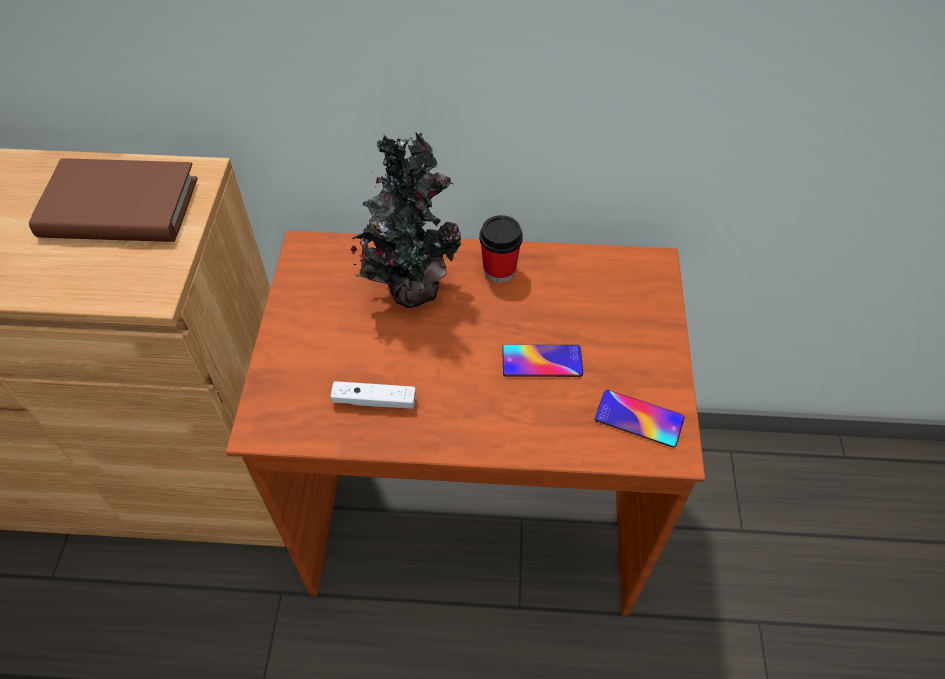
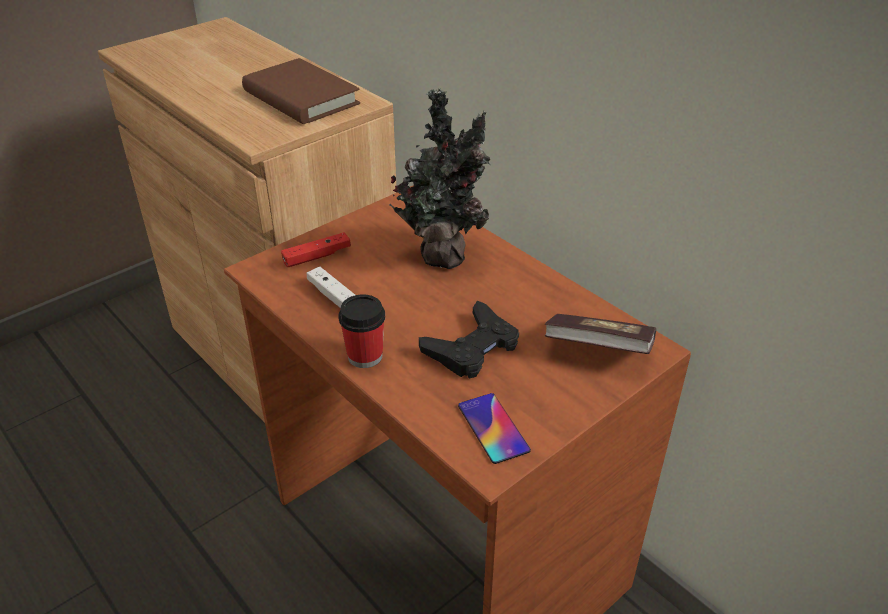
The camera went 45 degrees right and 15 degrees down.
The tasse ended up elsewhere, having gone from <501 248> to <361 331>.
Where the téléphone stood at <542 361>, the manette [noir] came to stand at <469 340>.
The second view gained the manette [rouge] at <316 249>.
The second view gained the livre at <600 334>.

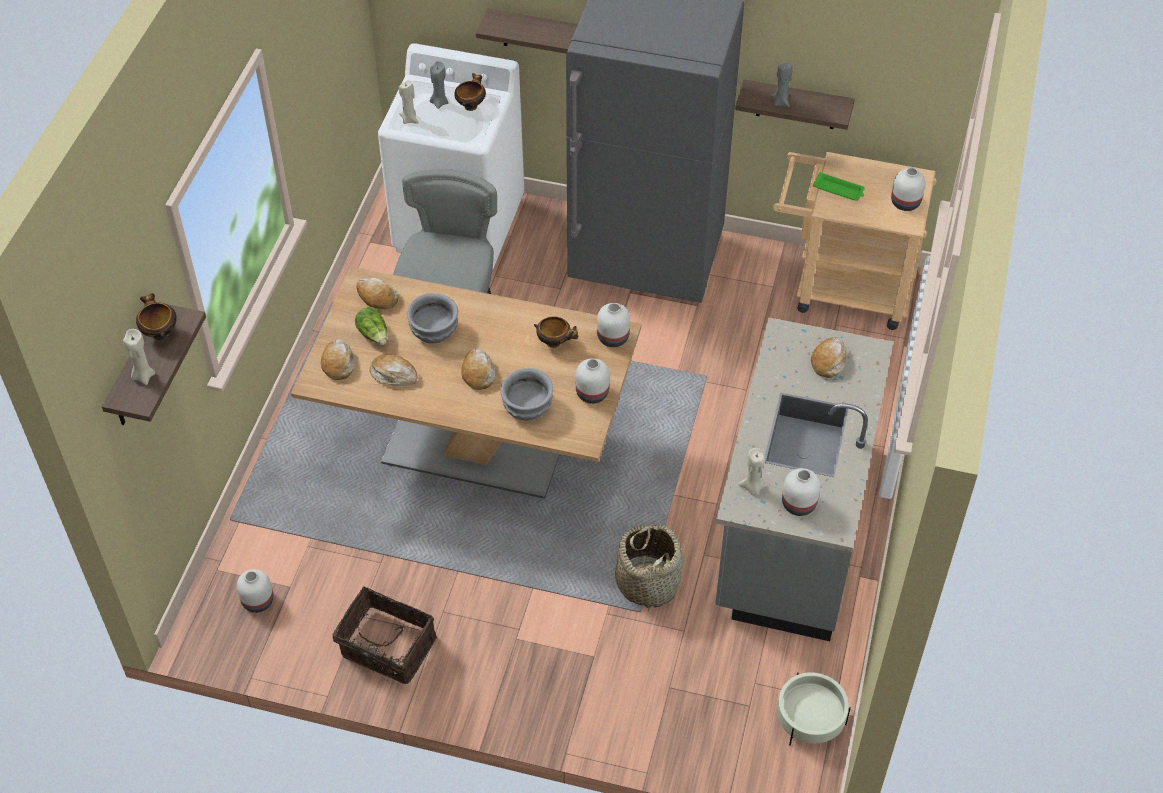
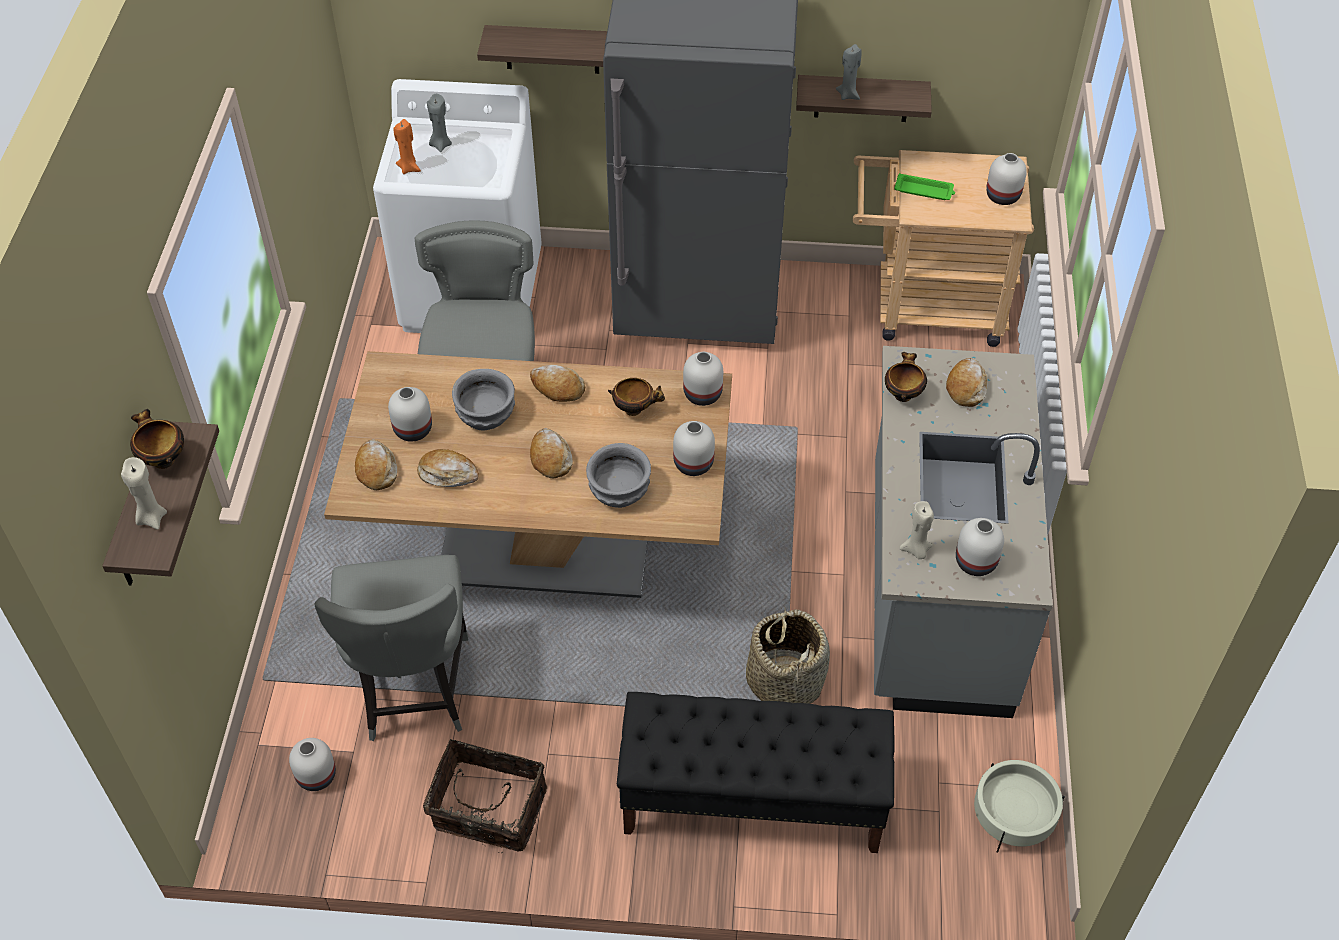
The camera went 10 degrees left and 0 degrees up.
The bol ended up elsewhere, having gone from <470 92> to <906 377>.
What was the bougie [beige] at <409 102> turned into the bougie [orange] at <407 146>.
The pain ended up elsewhere, having gone from <377 293> to <557 383>.
Where the laitue stood at <371 326>, the vase [blanc] came to stand at <410 414>.
The second view gained the chaise [gris] at <391 648>.
The second view gained the banc [noir] at <755 772>.

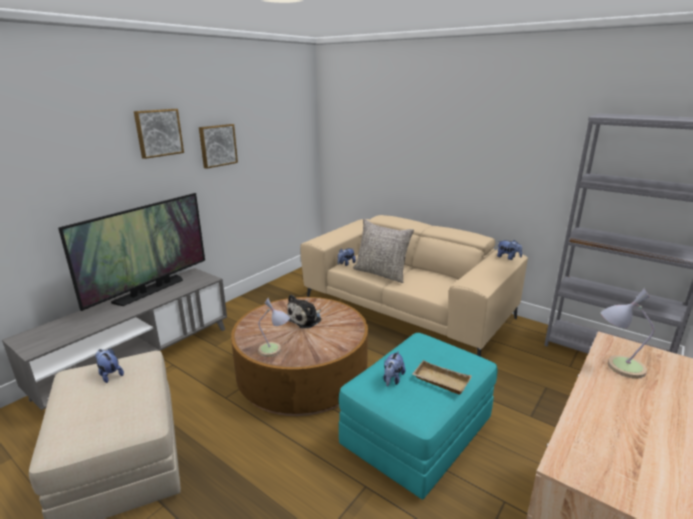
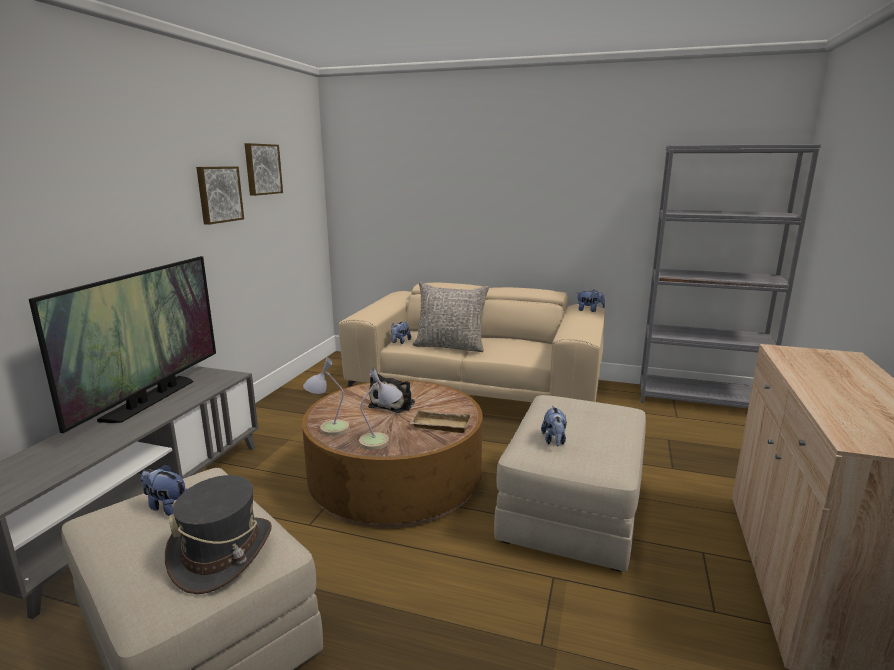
The camera went 20 degrees left and 5 degrees down.
The tableau ended up elsewhere, having gone from <159 134> to <264 169>.
The lampe de table ended up elsewhere, having gone from <627 333> to <326 396>.
What was the pouf [turquoise] at <418 416> turned into the pouf [beige] at <570 483>.
The plateau [beige] ended up elsewhere, having gone from <442 377> to <441 421>.
The second view gained the chapeau [gris] at <218 534>.

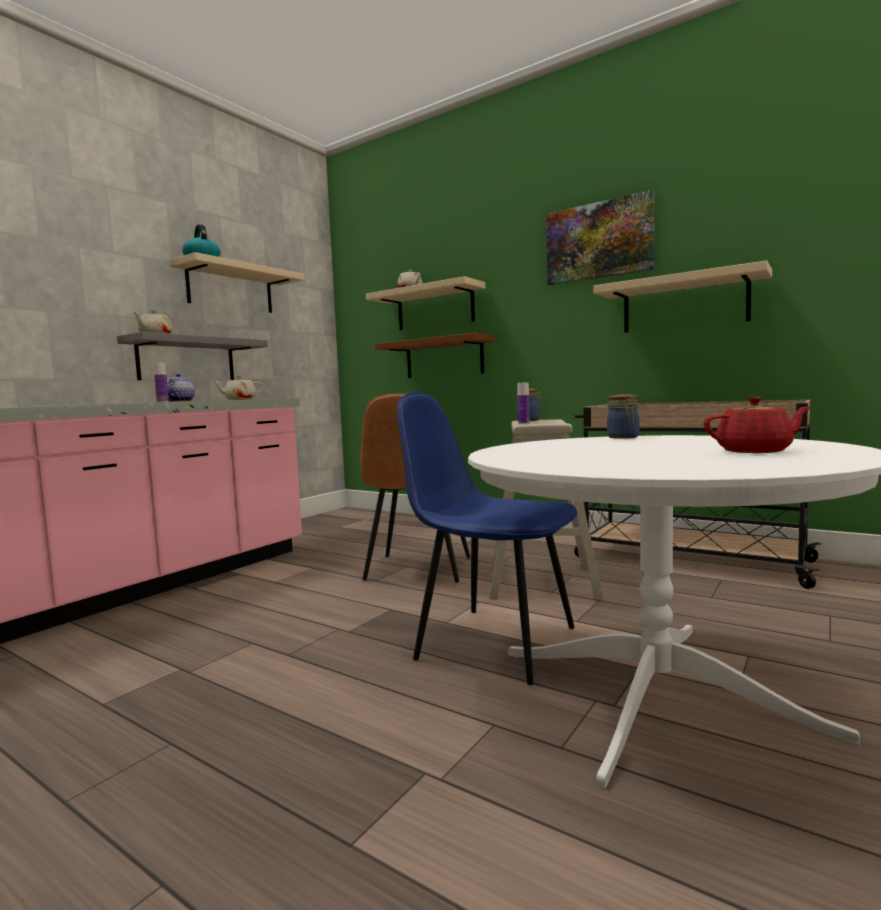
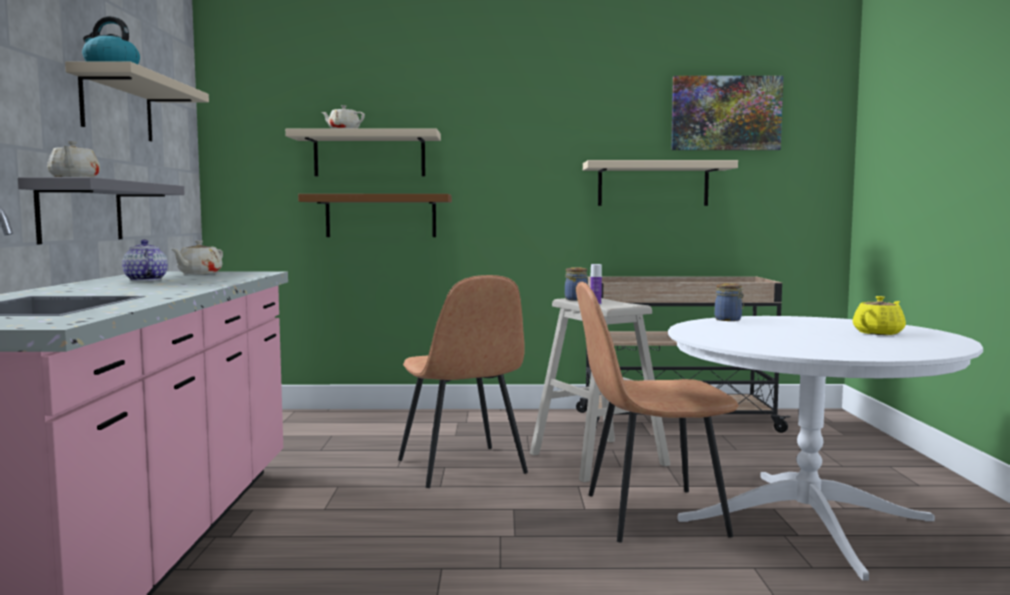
The camera went 35 degrees left and 0 degrees up.
The tableau ended up elsewhere, having gone from <600 237> to <727 113>.
The second view lost the bouteille at <161 382>.
What was the chaise [bleu] at <487 538> turned into the chaise [marron] at <657 412>.
What was the théière [rouge] at <757 425> turned into the théière [jaune] at <879 315>.

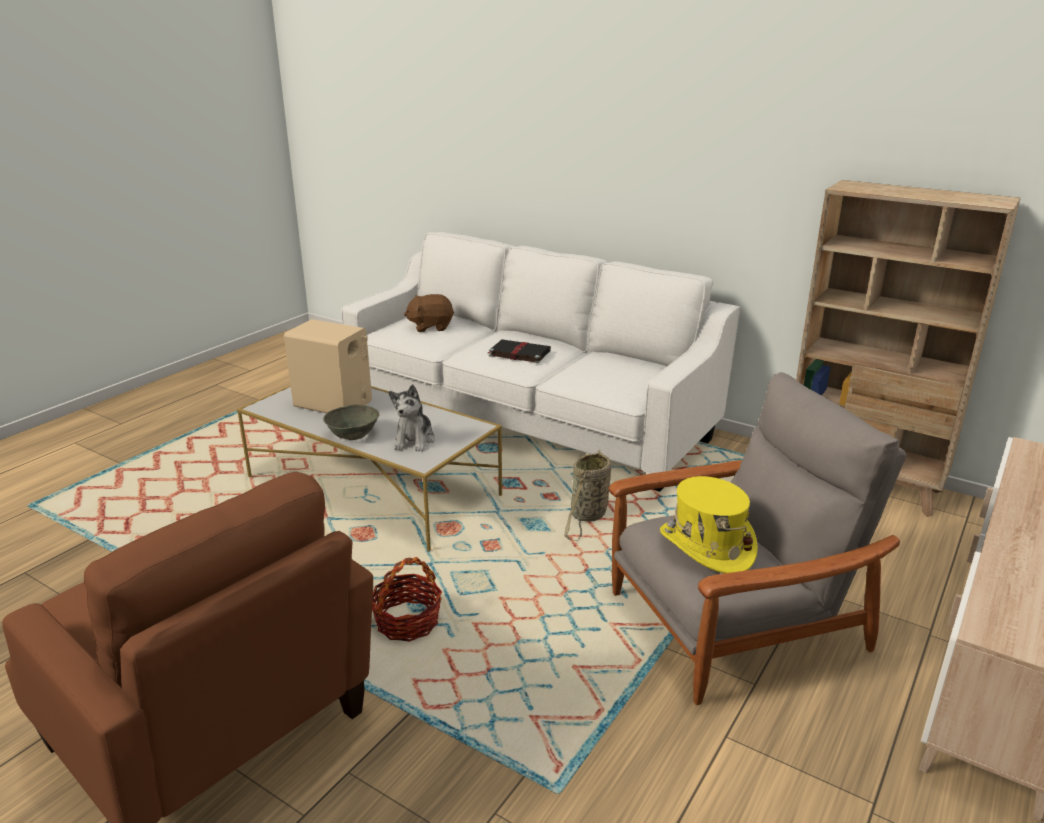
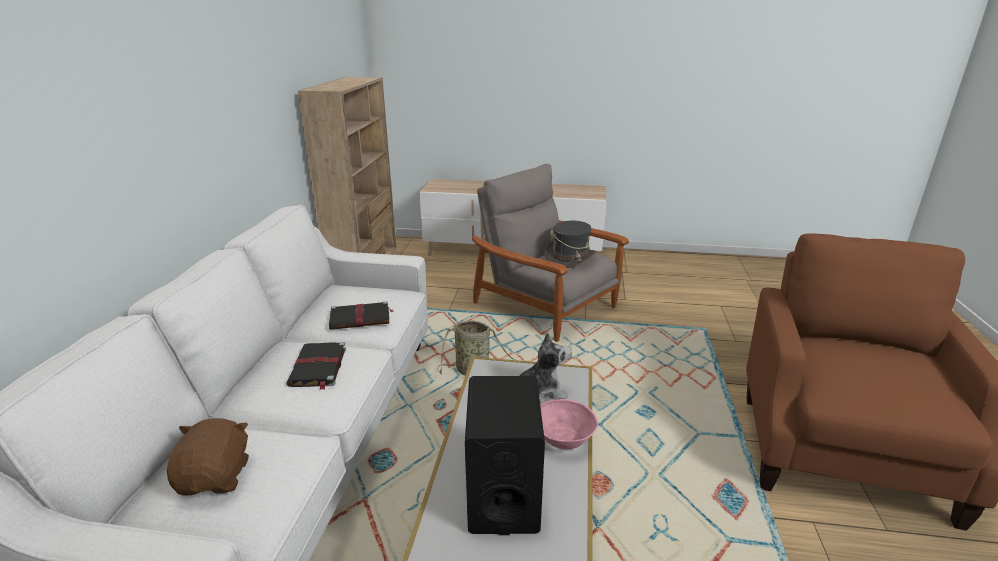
The camera went 115 degrees left and 0 degrees up.
The peluche [marron] at <429 313> ended up facing another way, 150 degrees counterclockwise from before.
What was the enceinte [beige] at <328 366> turned into the enceinte [noir] at <505 455>.
What was the bol [gris] at <351 422> turned into the bol [rose] at <569 424>.
What was the chapeau [jaune] at <709 525> turned into the chapeau [gris] at <571 244>.
The second view lost the panier at <407 599>.
The second view gained the livre [noir] at <361 315>.

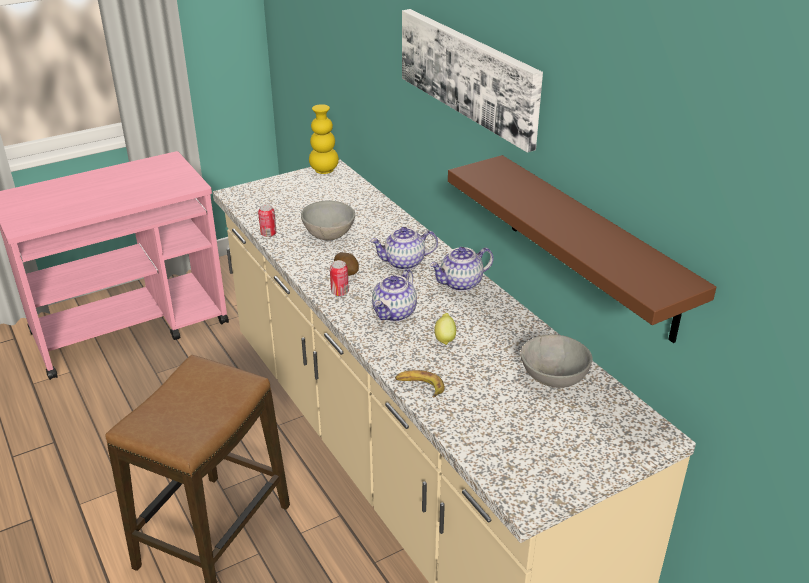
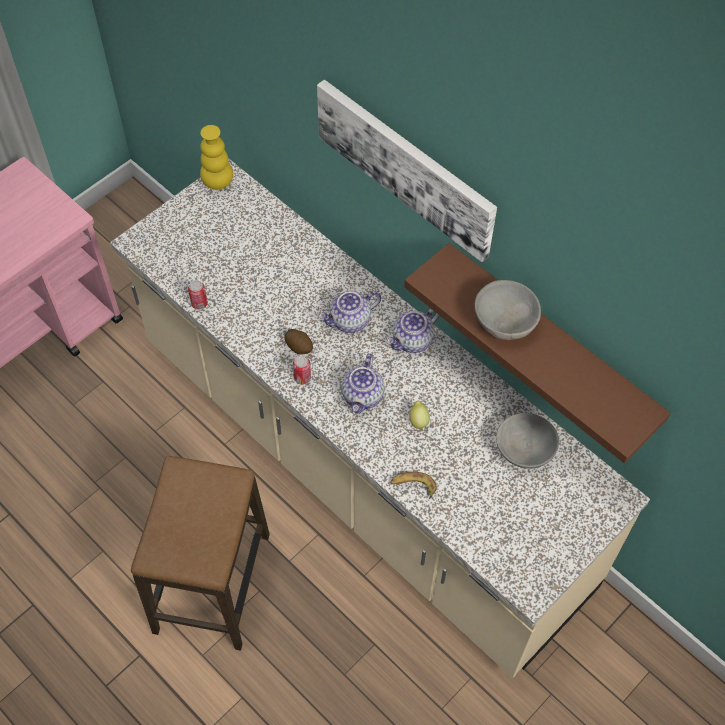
The camera went 15 degrees left and 25 degrees up.
The bol [gris] ended up elsewhere, having gone from <328 220> to <508 310>.

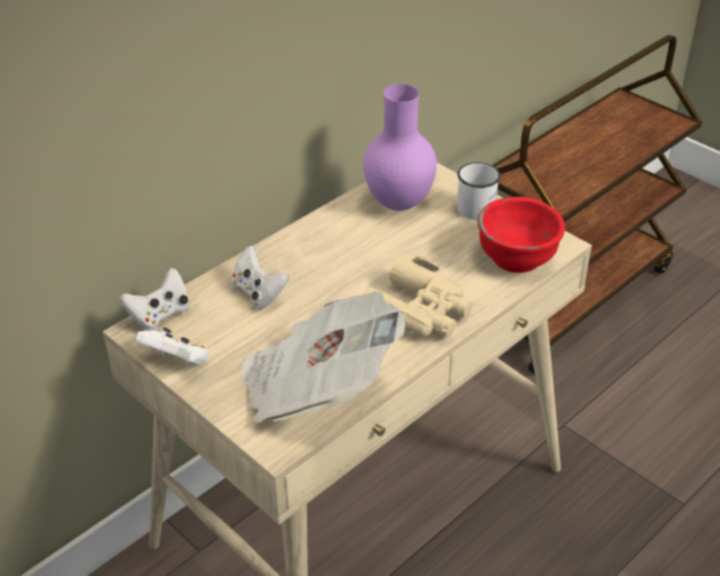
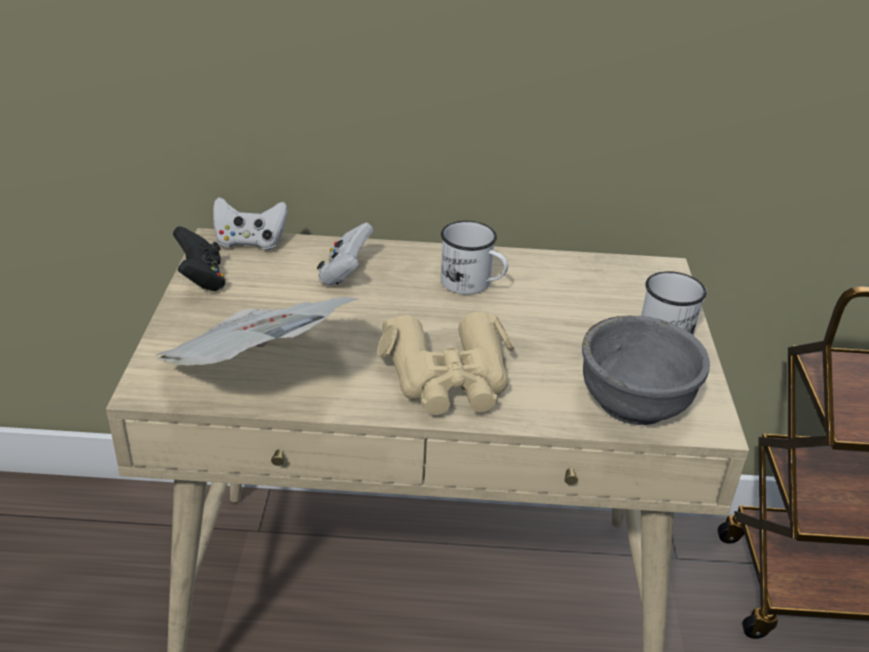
The camera went 45 degrees right and 5 degrees down.
The second view lost the vase [violet] at <400 147>.
What was the bol [rouge] at <521 235> turned into the bol [gris] at <646 370>.
What was the manette [blanc] at <171 347> turned into the manette [noir] at <199 258>.
The second view gained the mug [blanc] at <474 257>.

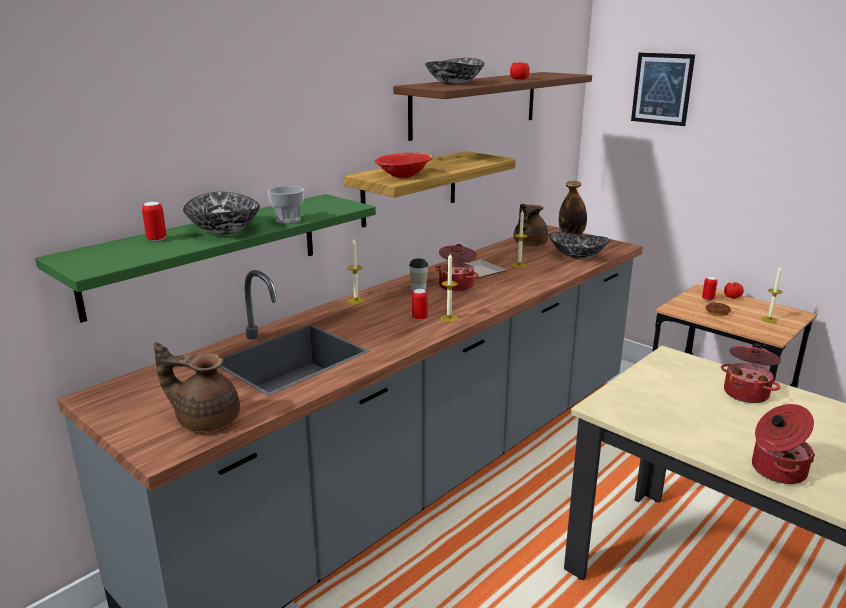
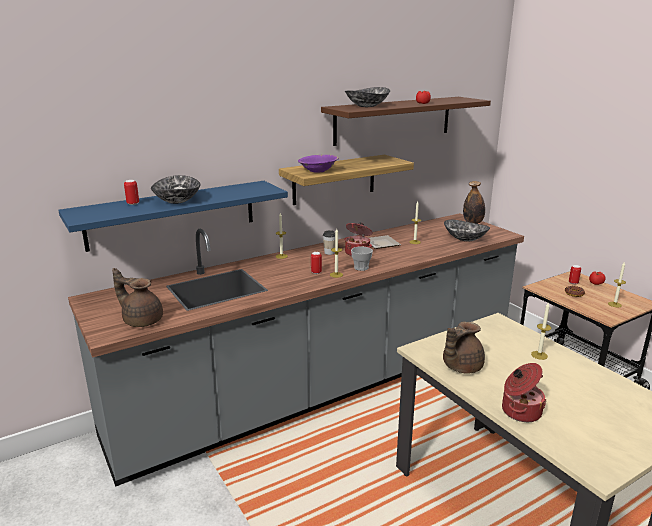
The camera went 15 degrees right and 0 degrees up.
The second view lost the tableau at <663 89>.
What was the bol [rouge] at <404 165> turned into the bol [violet] at <318 164>.
The tasse ended up elsewhere, having gone from <286 205> to <362 258>.
What was the étagère [vert] at <205 258> turned into the étagère [bleu] at <173 216>.
The théière [marron] ended up elsewhere, having gone from <530 225> to <464 347>.
Where the marmite stood at <751 373>, the bougie came to stand at <541 331>.

